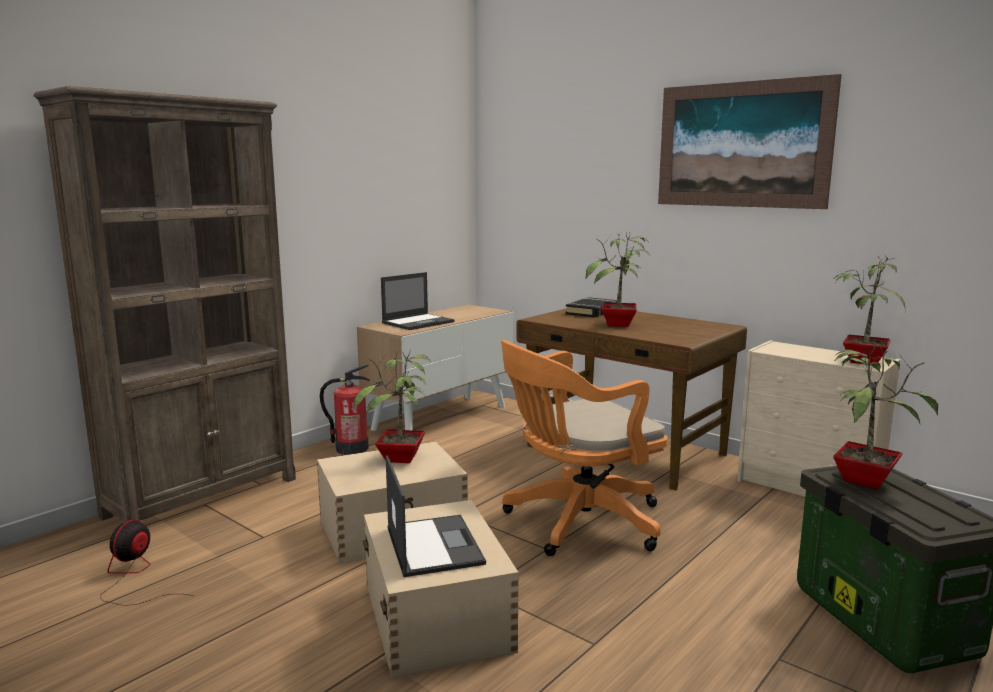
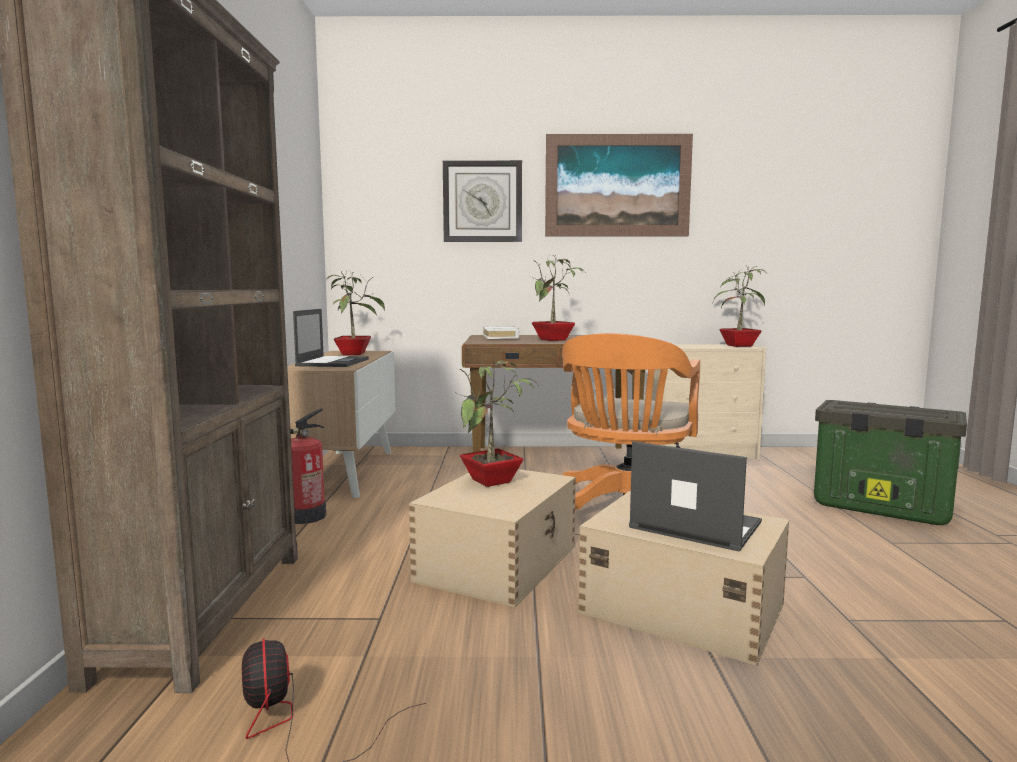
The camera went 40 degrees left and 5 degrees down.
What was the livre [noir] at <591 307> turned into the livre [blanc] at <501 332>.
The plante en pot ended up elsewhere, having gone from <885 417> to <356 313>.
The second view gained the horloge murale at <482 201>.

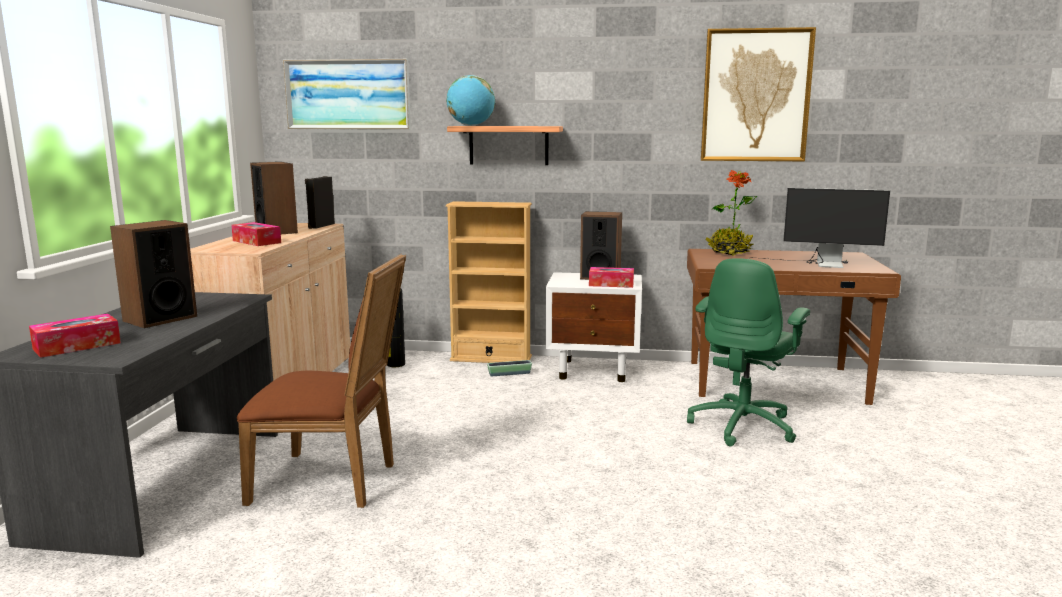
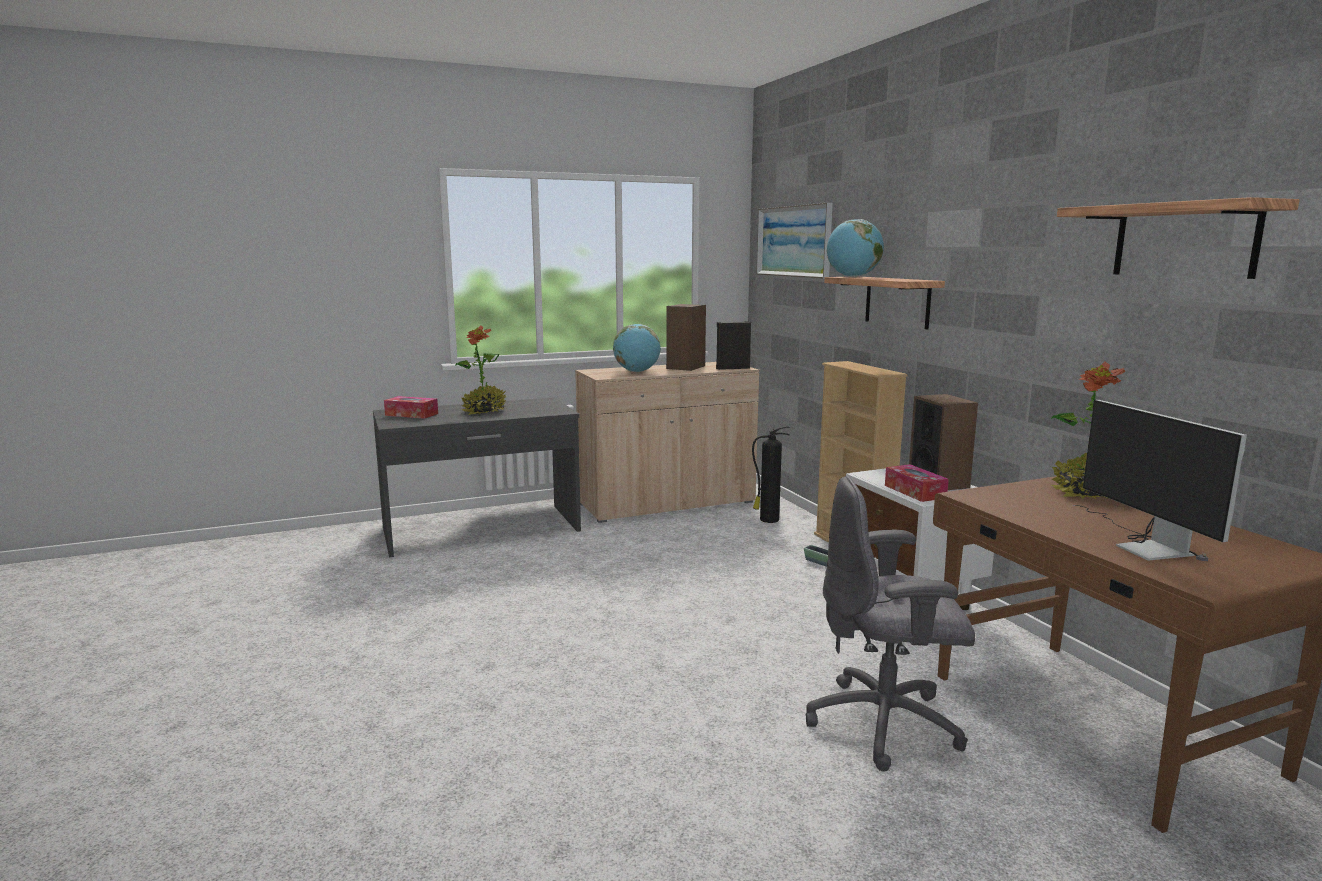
The camera went 60 degrees right and 0 degrees up.
Where the tableau hung at <758 94>, the étagère came to hang at <1178 238>.
Where the enceinte stood at <153 274>, the plante en pot came to stand at <480 370>.
Where the boîte à mouchoirs stood at <256 234>, the globe came to stand at <637 348>.
The second view lost the chaise [marron] at <321 381>.
What was the chaise de bureau [vert] at <748 352> turned into the chaise de bureau [gris] at <890 624>.

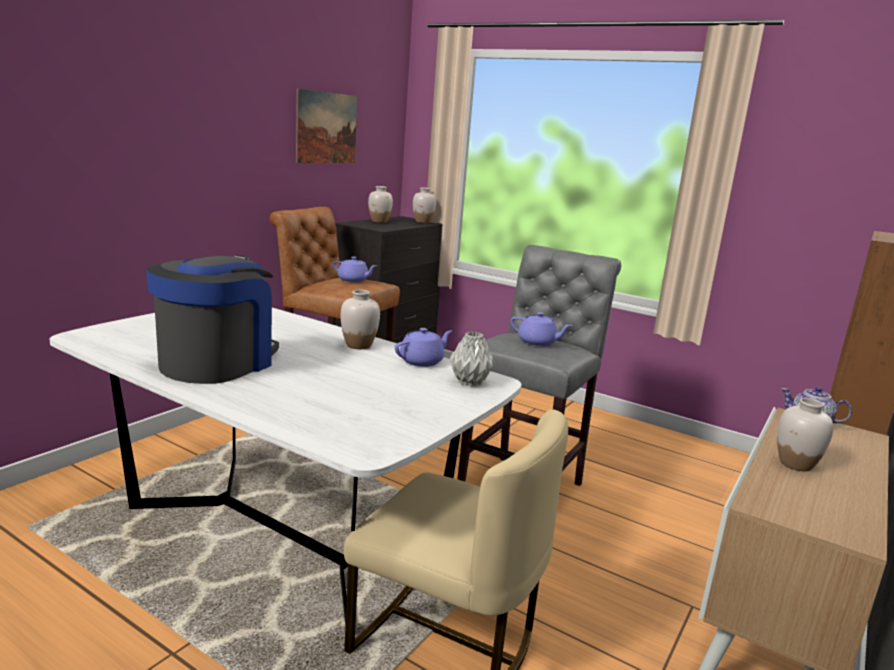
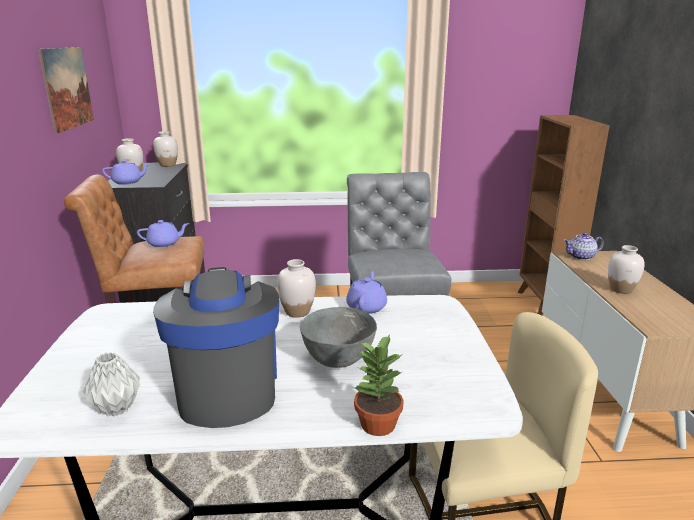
The camera went 35 degrees left and 5 degrees up.
The théière [violet] ended up elsewhere, having gone from <542 329> to <126 172>.
The vase [gris] ended up elsewhere, having gone from <472 359> to <111 384>.
The second view gained the bol [gris] at <338 337>.
The second view gained the plante en pot at <378 385>.

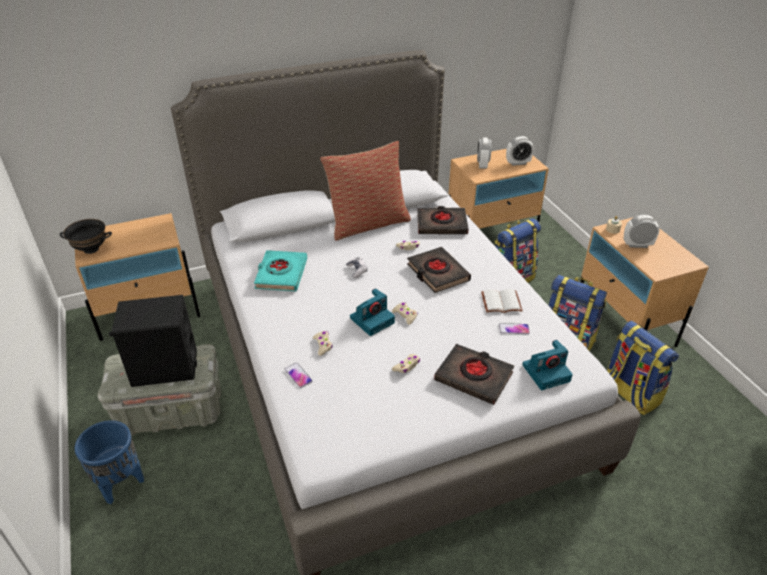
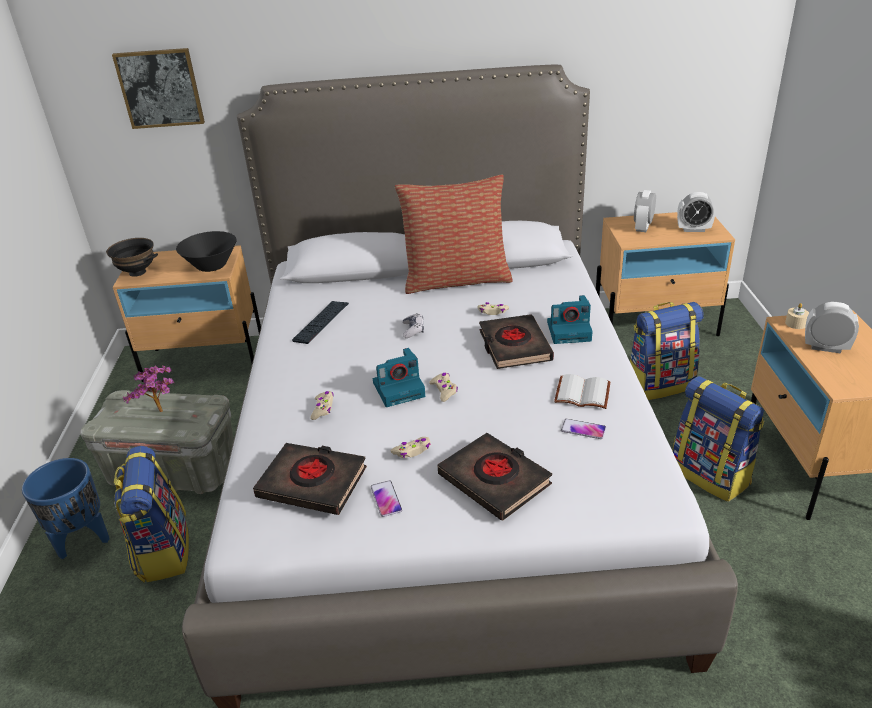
The camera went 20 degrees right and 5 degrees down.
The livre [noir] ended up elsewhere, having gone from <443 220> to <310 479>.
Where the livre [turquoise] stood at <280 270>, the clavier came to stand at <320 322>.
Where the enceinte [noir] stood at <153 341>, the plante en pot came to stand at <148 389>.
The sac à dos ended up elsewhere, having gone from <643 368> to <151 514>.
The appareil photo ended up elsewhere, having gone from <547 365> to <570 319>.
The téléphone ended up elsewhere, having gone from <299 375> to <386 498>.
The second view gained the tableau at <158 88>.
The second view gained the bol [noir] at <206 251>.

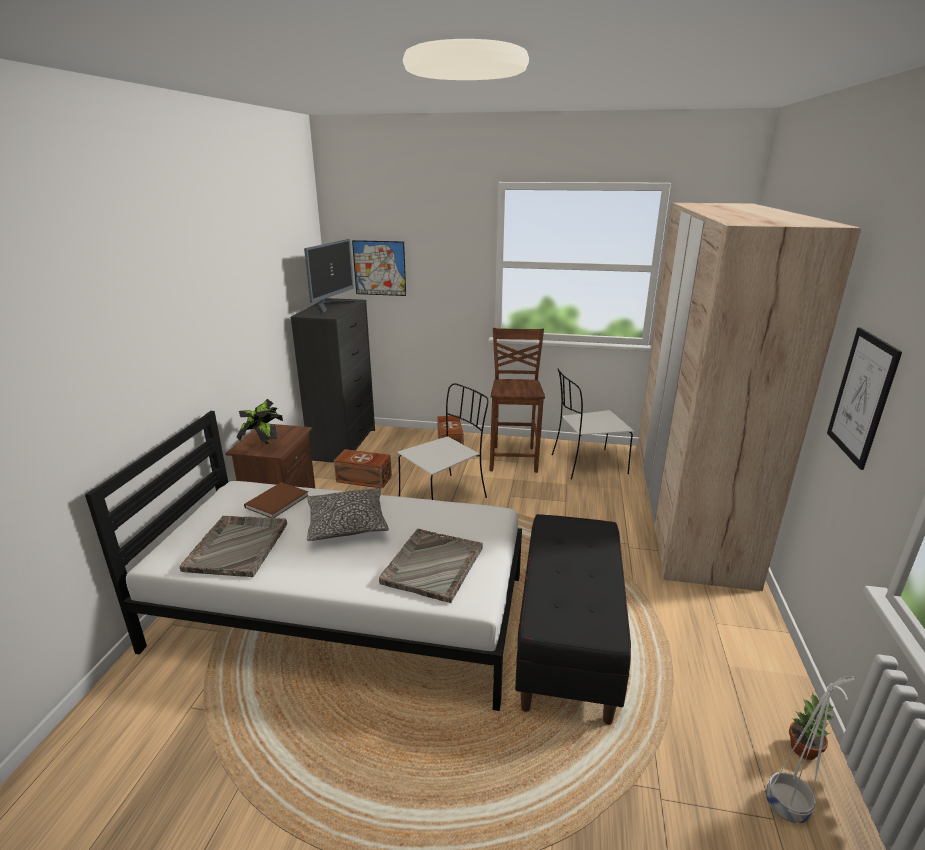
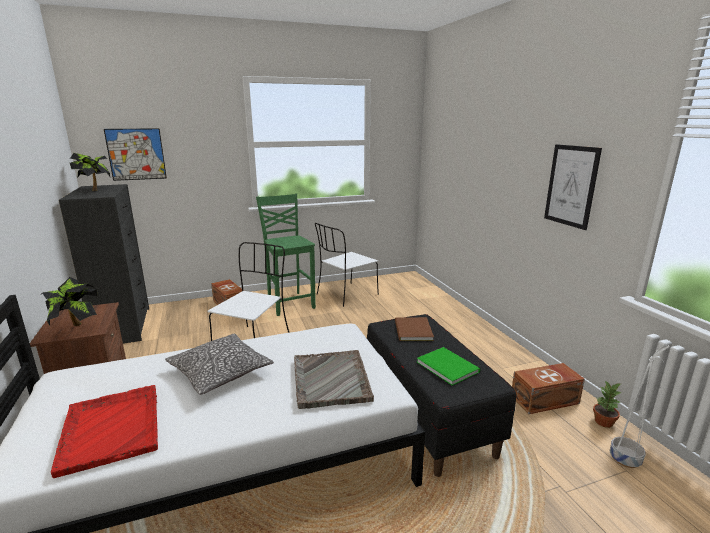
The camera went 30 degrees left and 5 degrees down.
The second view lost the armoire [beige] at <749 397>.
Where the écran d'ordinateur stood at <329 276>, the plante en pot came to stand at <90 172>.
What was the chaise [marron] at <517 400> turned into the chaise [vert] at <286 254>.
The boîte de rangement [marron] ended up elsewhere, having gone from <363 469> to <548 388>.
The livre [marron] ended up elsewhere, having gone from <276 500> to <414 329>.
What was the plateau [gris] at <233 546> turned into the plateau [rouge] at <104 431>.
The second view gained the livre [vert] at <448 366>.

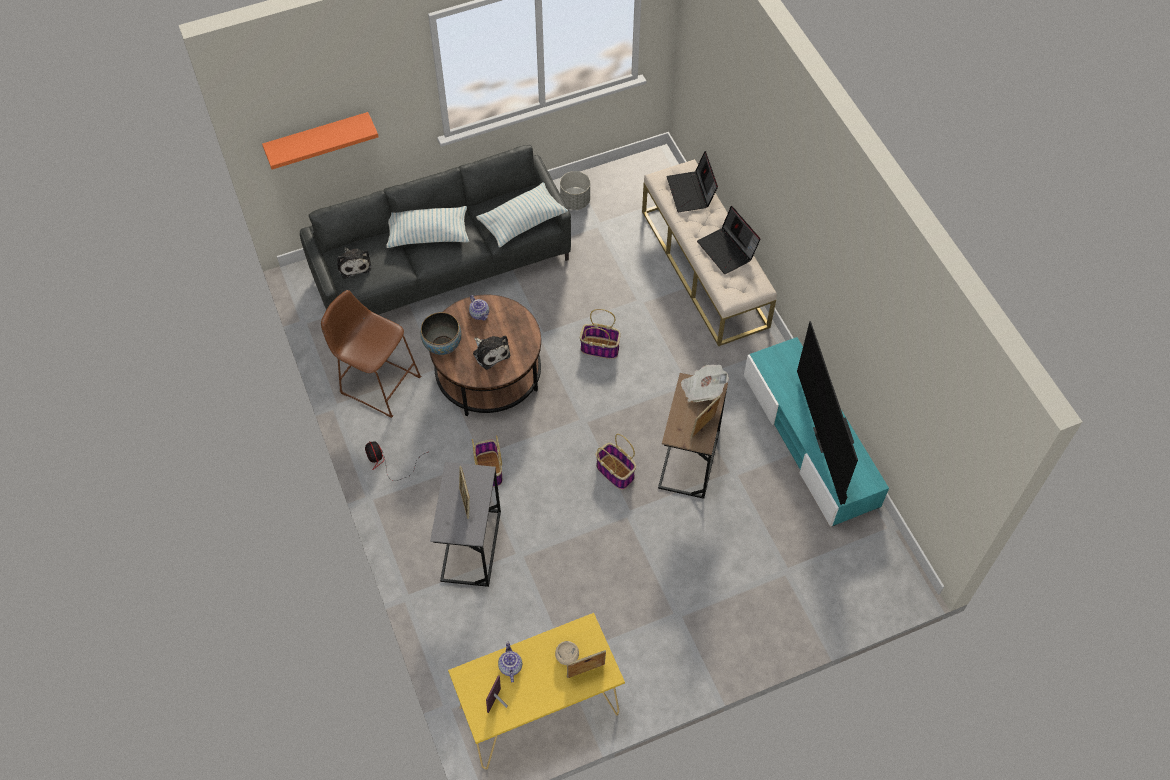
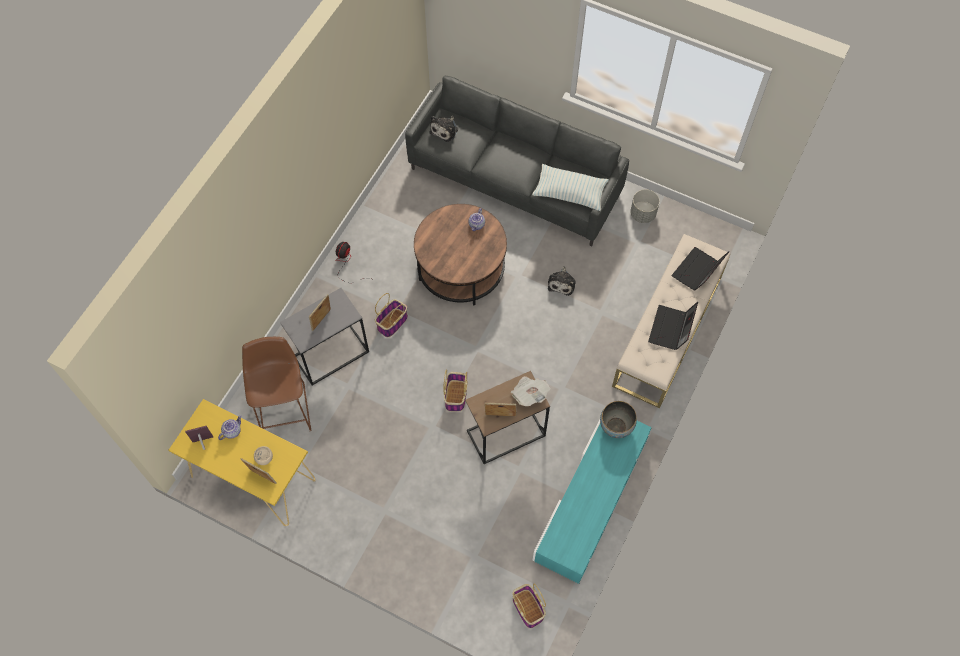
The camera went 50 degrees right and 5 degrees up.
The second view lost the étagère [orange] at <320 140>.
The second view lost the coussin at <428 227>.
The tabouret [marron] ended up elsewhere, having gone from <371 354> to <277 384>.
The panier ended up elsewhere, having gone from <600 334> to <529 606>.
The bol ended up elsewhere, having gone from <441 333> to <618 419>.
The second view lost the téléviseur at <827 413>.
The peluche ended up elsewhere, having gone from <491 352> to <562 281>.

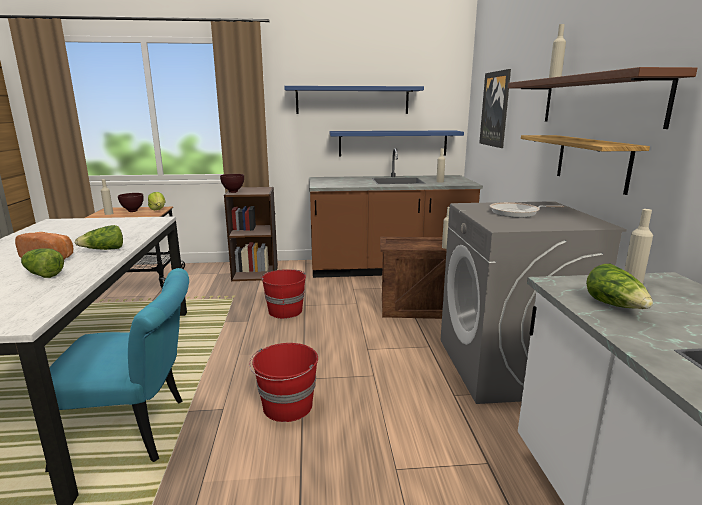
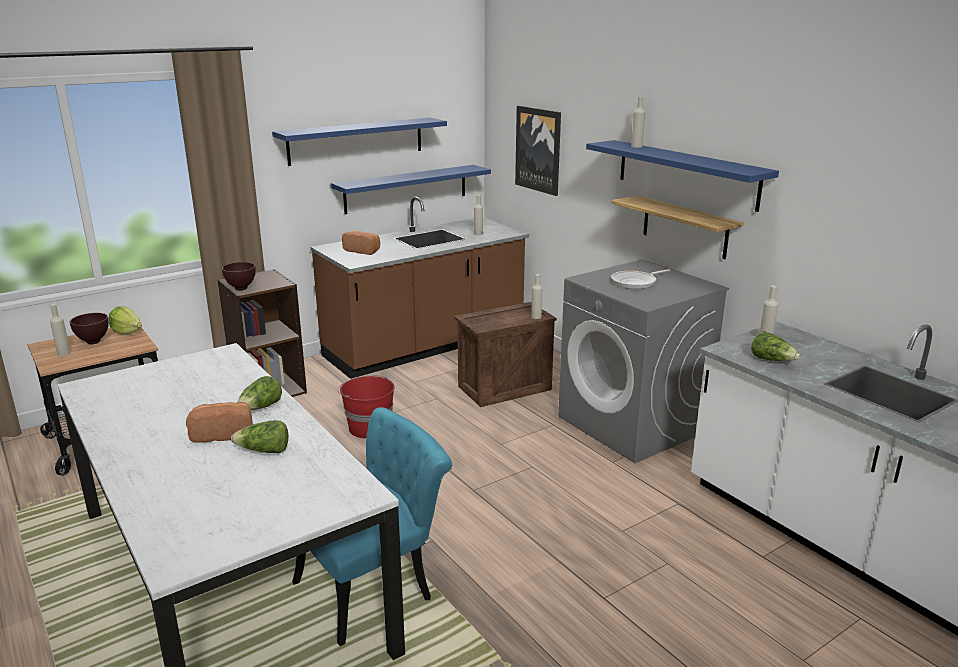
The camera went 30 degrees left and 5 degrees up.
What was the étagère [marron] at <602 98> turned into the étagère [bleu] at <682 176>.
The second view lost the seau [rouge] at <283 382>.
The second view gained the pain at <361 243>.

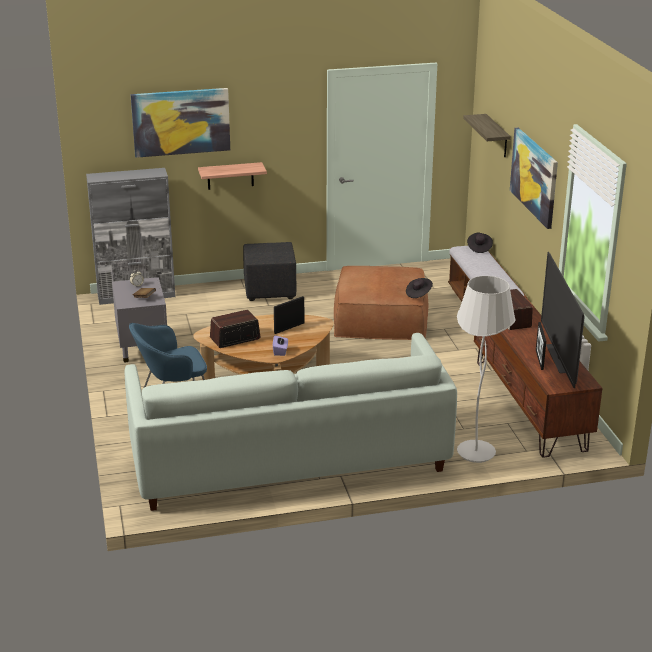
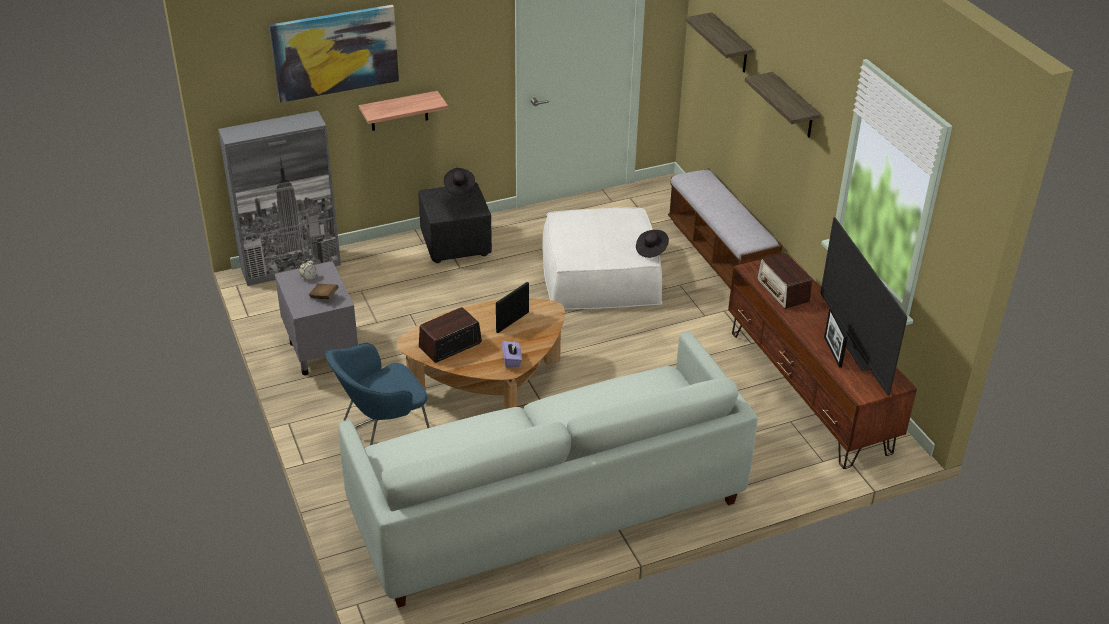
The camera went 10 degrees left and 10 degrees up.
Where the tableau hung at <534 178>, the étagère came to hang at <783 105>.
The chapeau [noir] ended up elsewhere, having gone from <480 243> to <459 182>.
What was the pouf [marron] at <381 303> turned into the pouf [blanc] at <602 258>.
The second view lost the lampadaire [blanc] at <486 369>.

